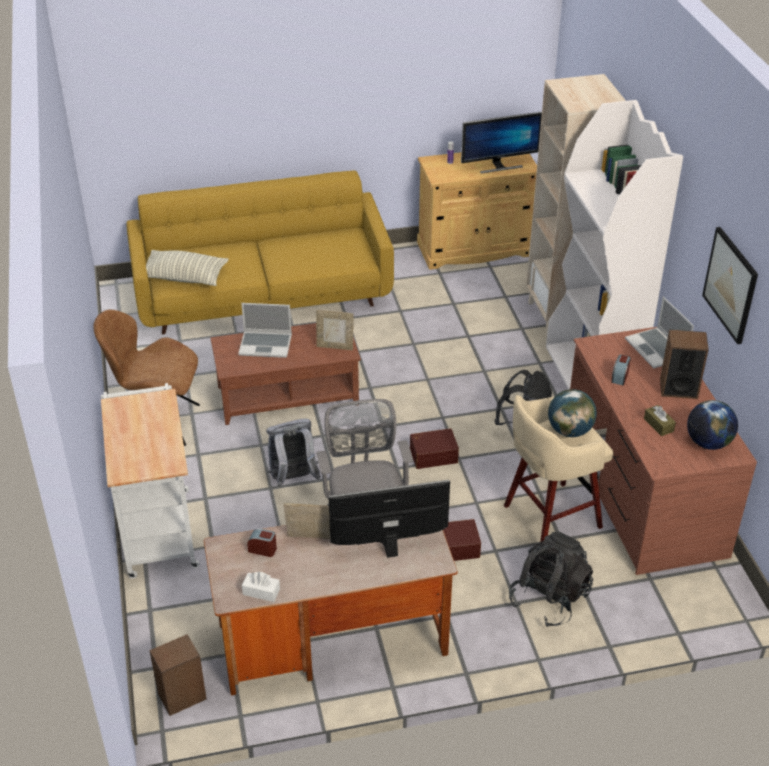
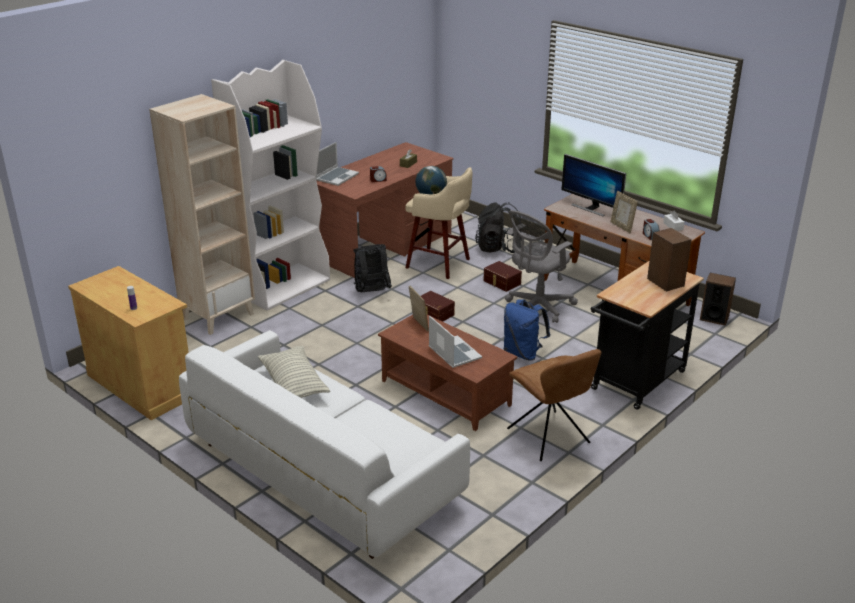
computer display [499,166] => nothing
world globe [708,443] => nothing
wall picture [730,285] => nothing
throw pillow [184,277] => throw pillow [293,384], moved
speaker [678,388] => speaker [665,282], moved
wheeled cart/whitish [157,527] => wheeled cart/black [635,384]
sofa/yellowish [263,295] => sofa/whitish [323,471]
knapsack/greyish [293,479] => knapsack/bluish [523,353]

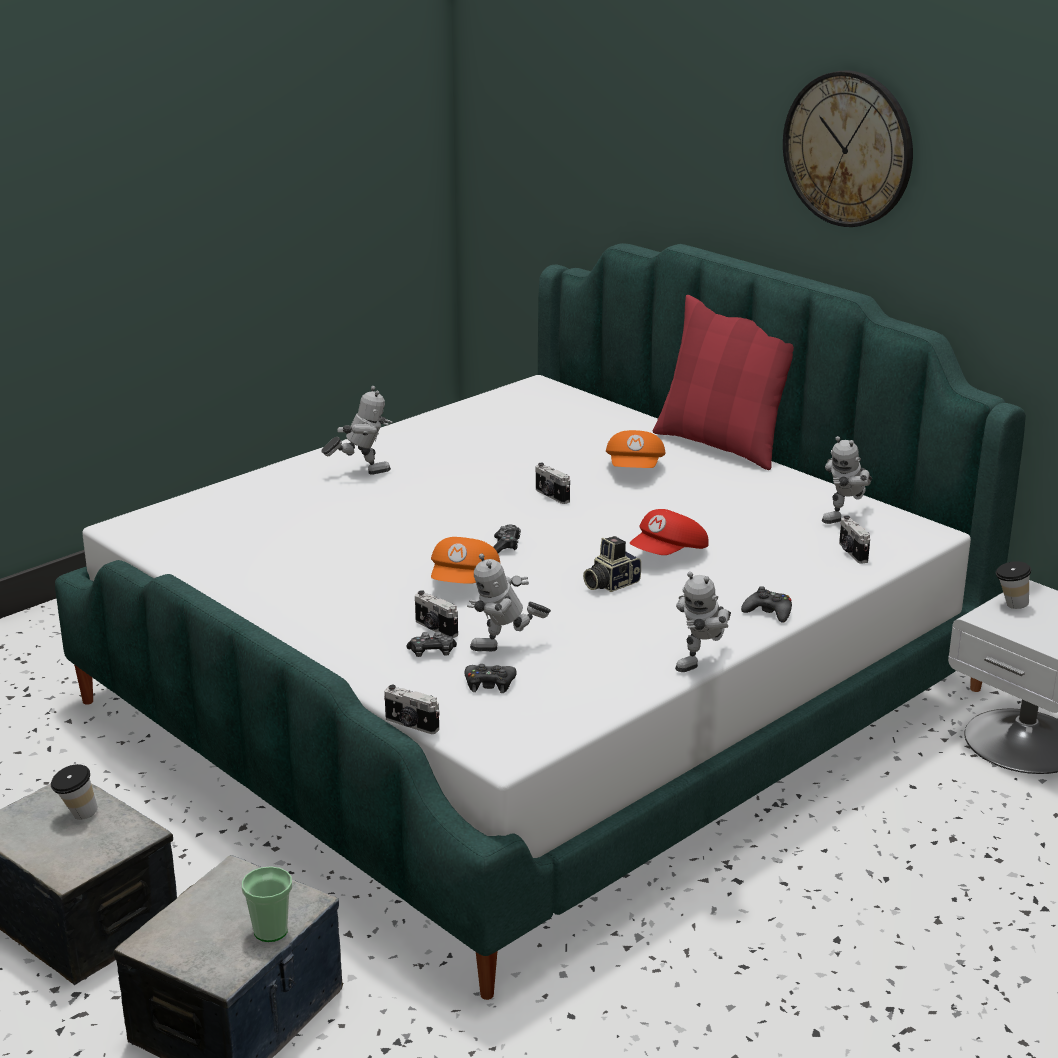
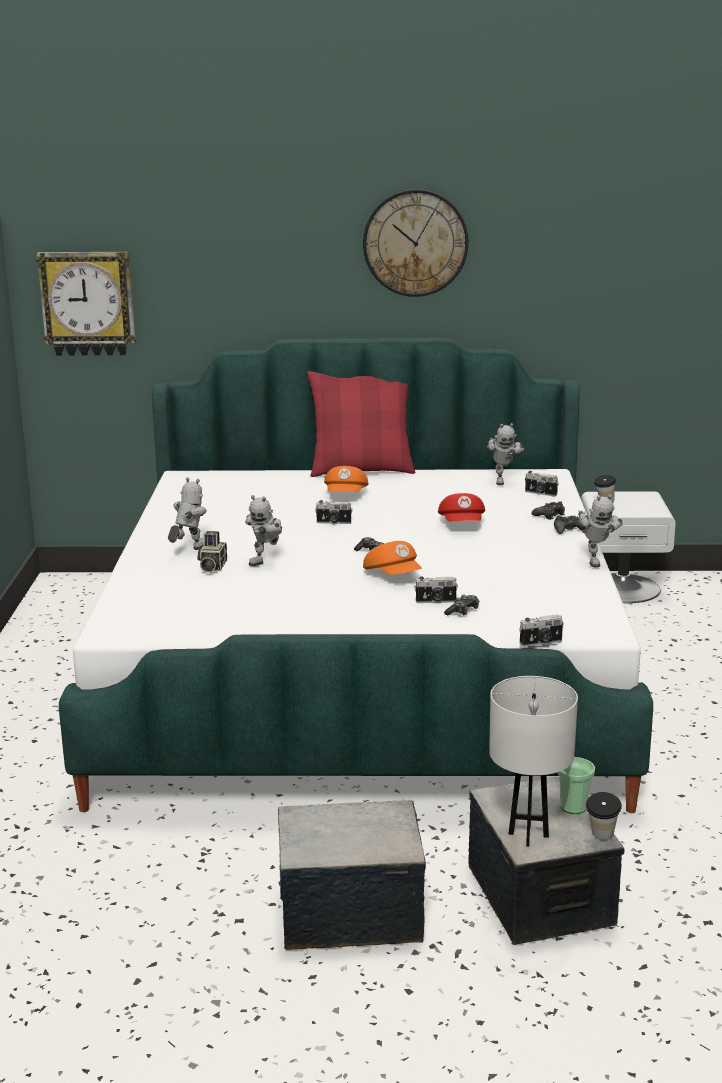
nothing => hanging clock [88,303]
nothing => table lamp/whitish [528,835]
cup [77,816] => cup [601,838], moved
joypad/black [489,684] => joypad/black [549,515], moved
robot figure [505,649] => robot figure [267,561], moved
still camera [610,583] => still camera [211,567], moved
cap/orange-coloured [635,470] => cap/orange-coloured [346,496], 45 degrees clockwise

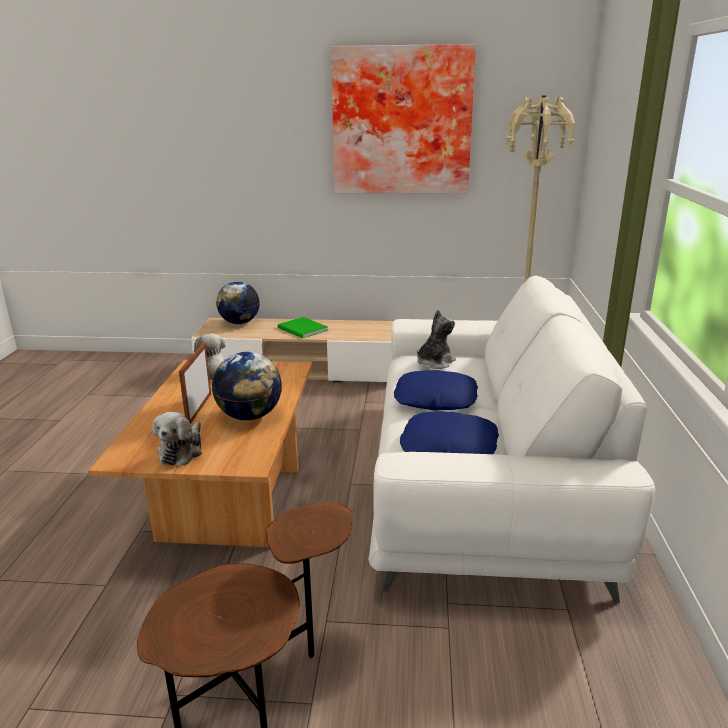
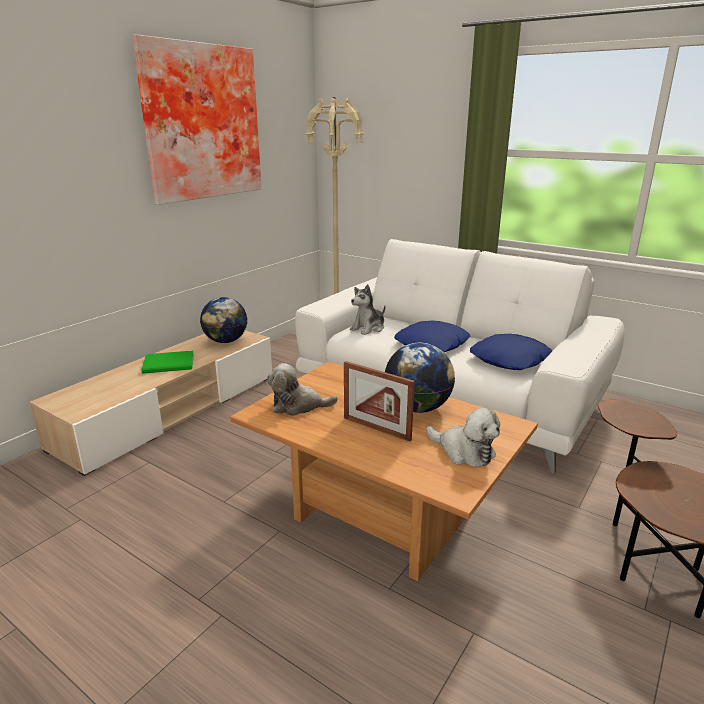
world globe [239,323] => world globe [225,341], moved
soft toy [434,362] => soft toy [368,328], 120 degrees counterclockwise

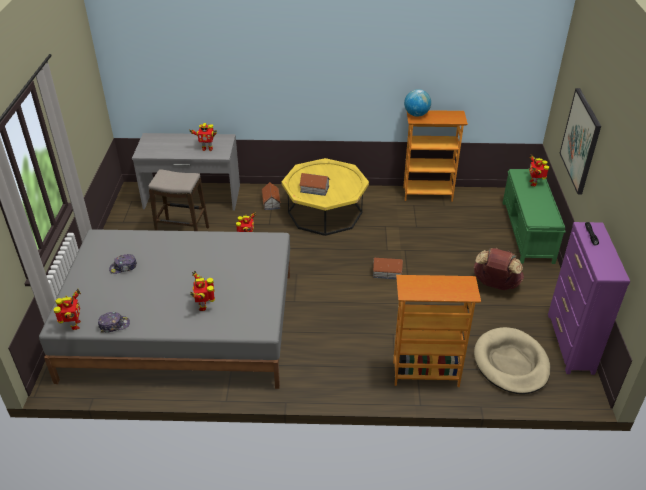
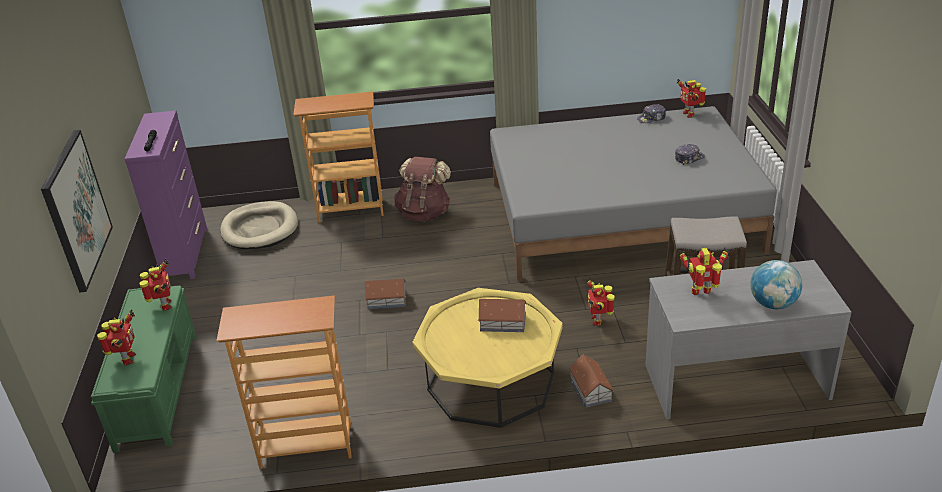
robot figure [204,306] => robot figure [165,306], moved
world globe [416,114] => world globe [773,304], moved
knapsack/brown [495,284] => knapsack/brown [424,213], moved

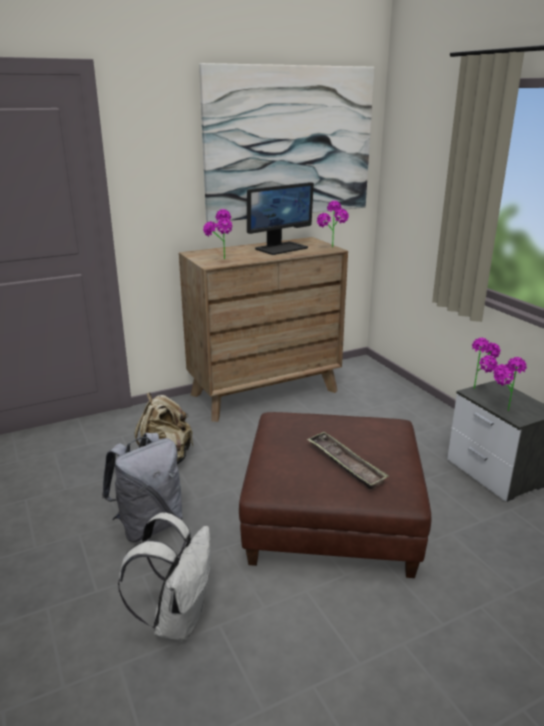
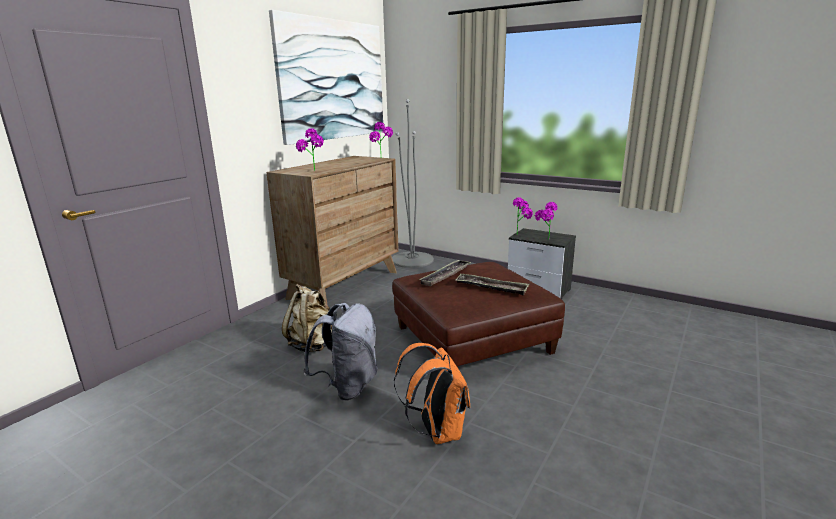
computer display [281,248] => nothing
nothing => standing lamp/greyish [412,260]
nothing => carrying tray [445,275]
knapsack/whitish [178,619] => knapsack/orange-coloured [437,431]

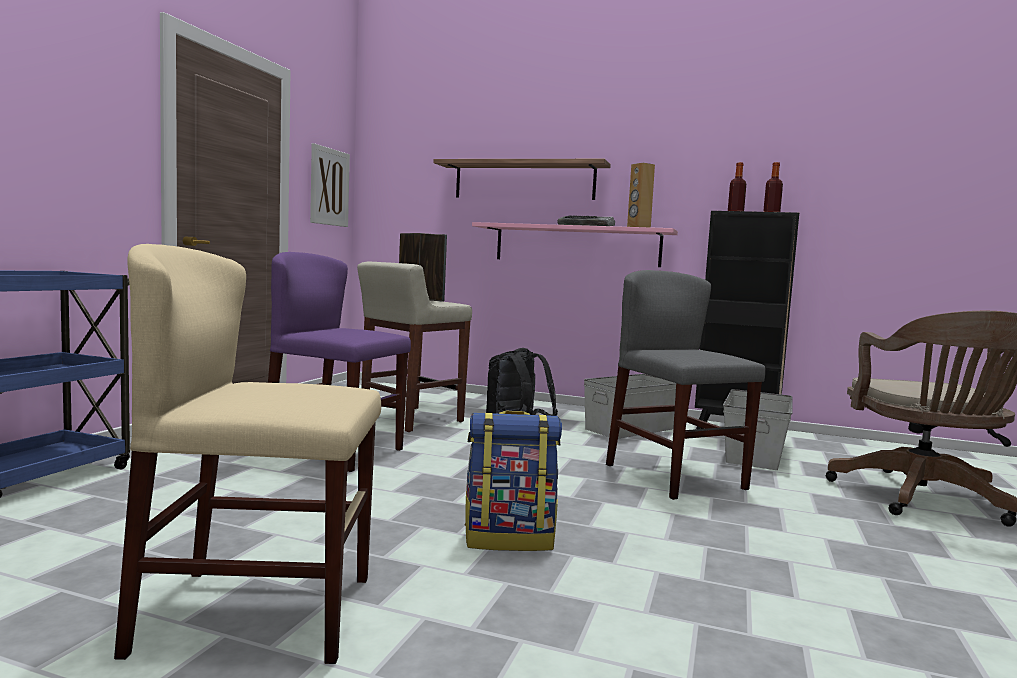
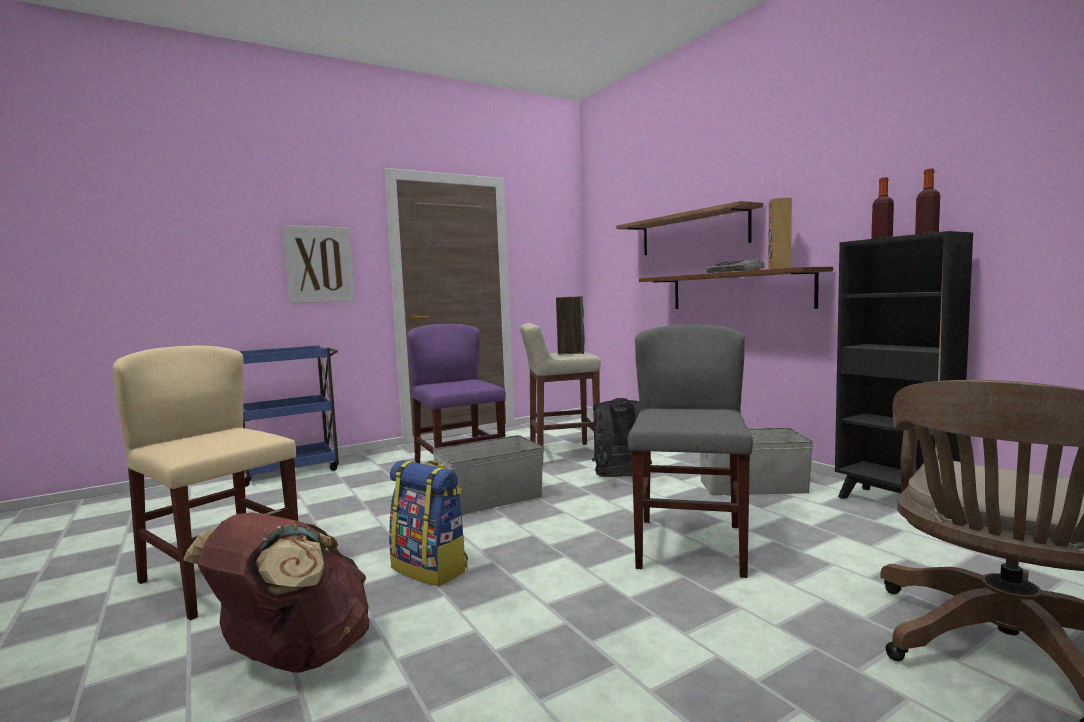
nothing => knapsack/brown [294,658]
wall picture [329,187] => wall picture [319,264], moved
storage box/greyish [753,453] => storage box/greyish [489,499], moved
shelf/pink-coloured [577,245] => shelf/brown [738,291]

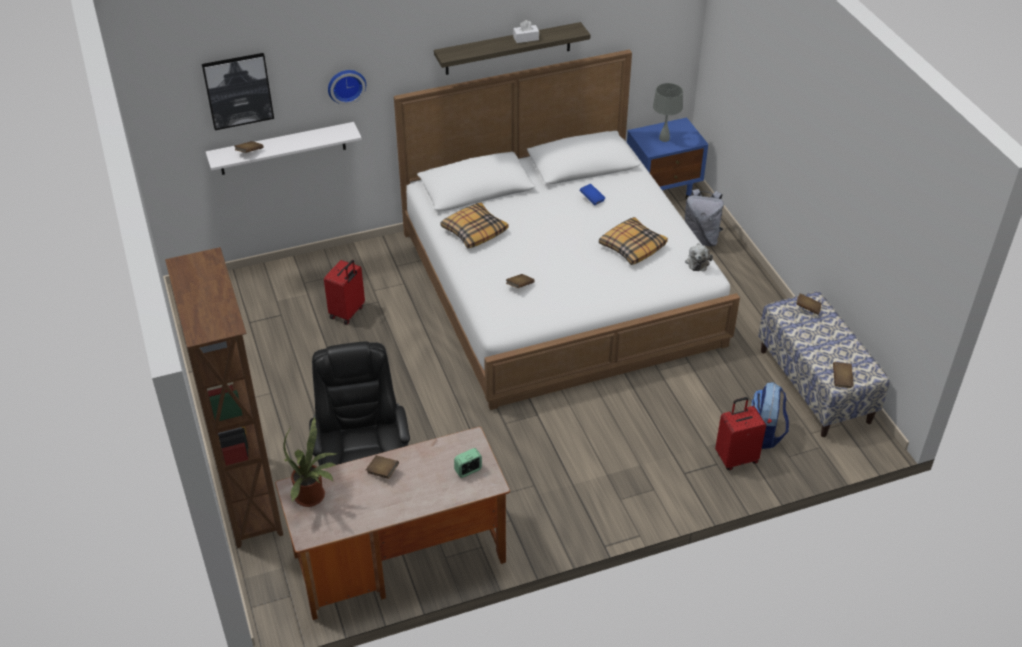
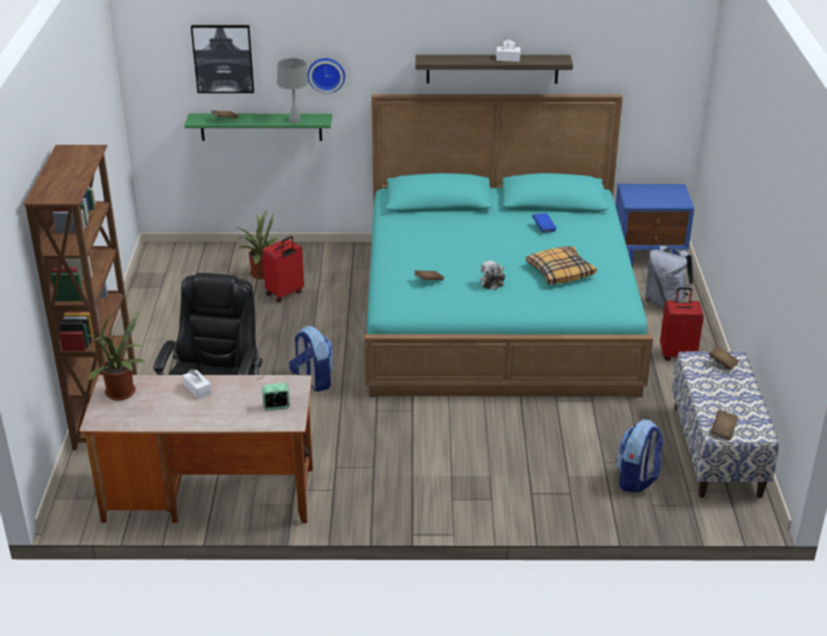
throw pillow [474,231] => nothing
nothing => plant in a pot [259,273]
nothing => knapsack [313,380]
table lamp/greyish [664,138] => table lamp/greyish [295,120], moved
soft toy [697,261] => soft toy [493,281], moved
travel case/red-coloured [736,458] => travel case/red-coloured [678,354], moved
bound book/brown [382,472] => box of tissues/whitish [197,389]
shelf/whitish [282,148] => shelf/green-coloured [261,127]
bedroom bed/whitish [559,286] => bedroom bed/blue-green [497,313]

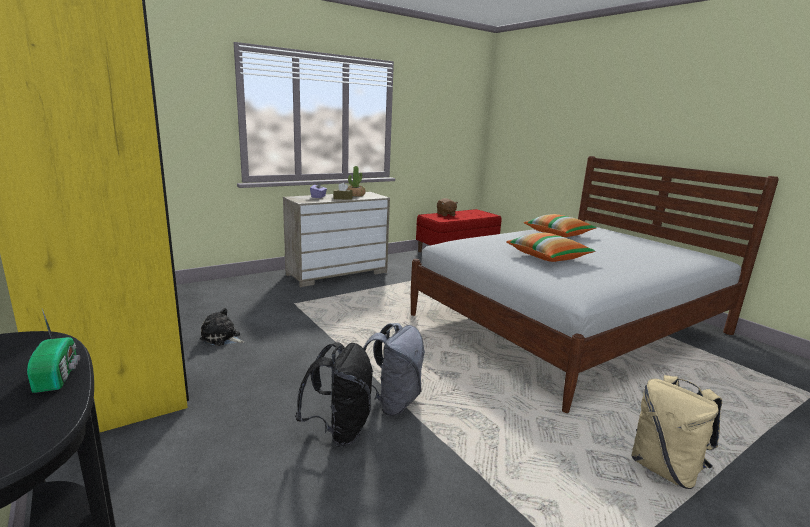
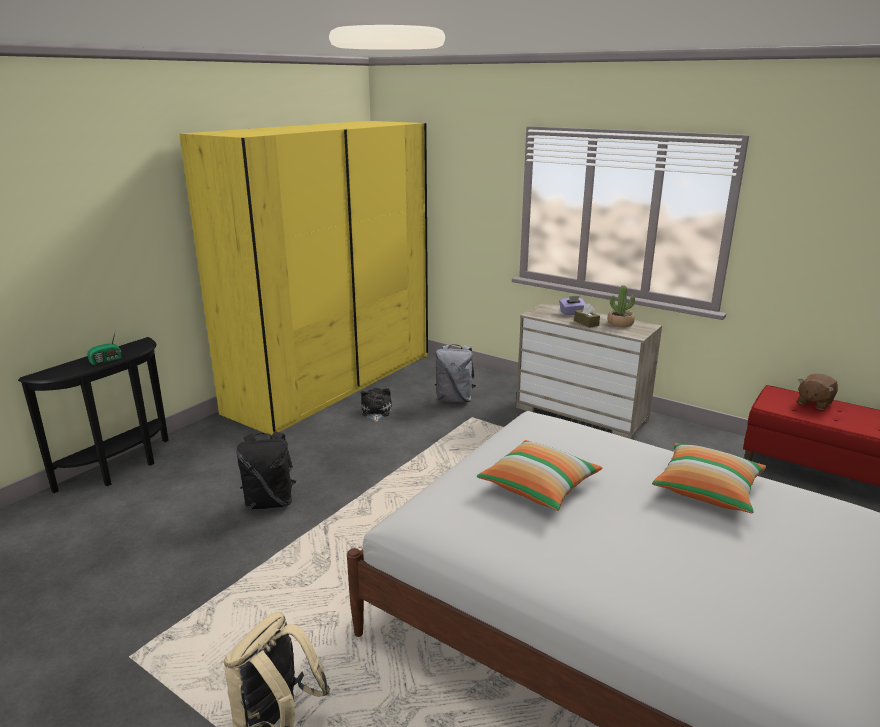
knapsack/greyish [392,403] => knapsack/greyish [454,399], moved

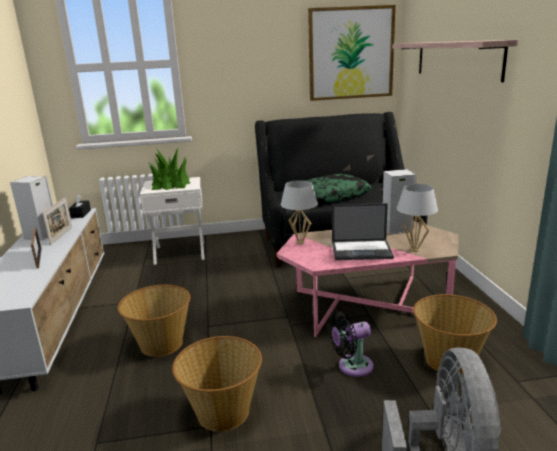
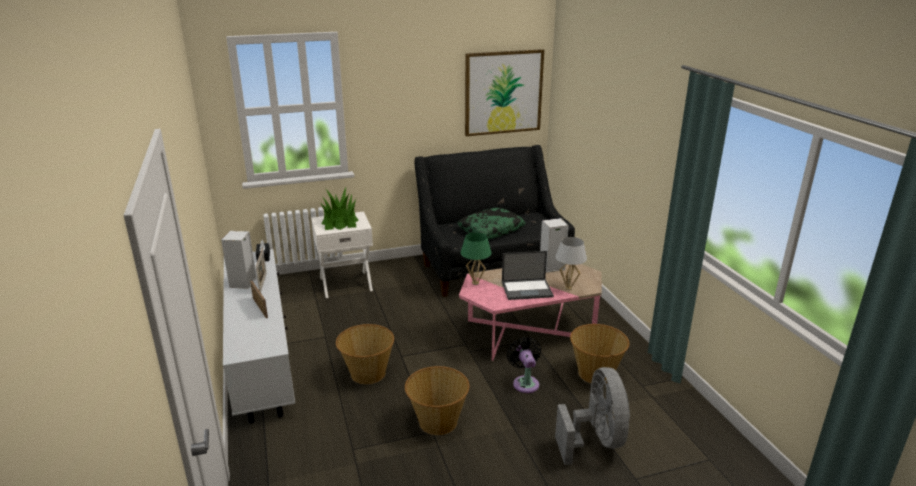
shelf [456,59] => nothing
table lamp/whitish [300,242] => table lamp/green-coloured [475,283]
cooling fan/black [352,366] => cooling fan/black [525,382], 105 degrees clockwise

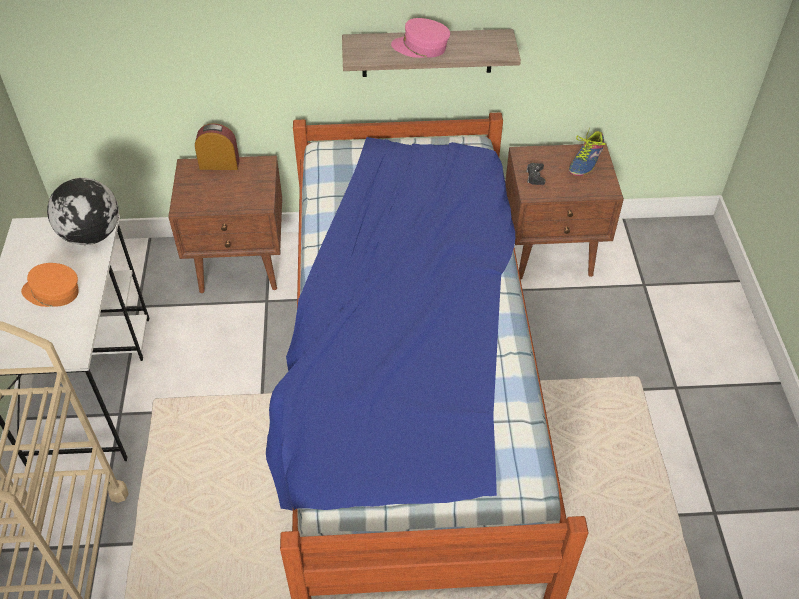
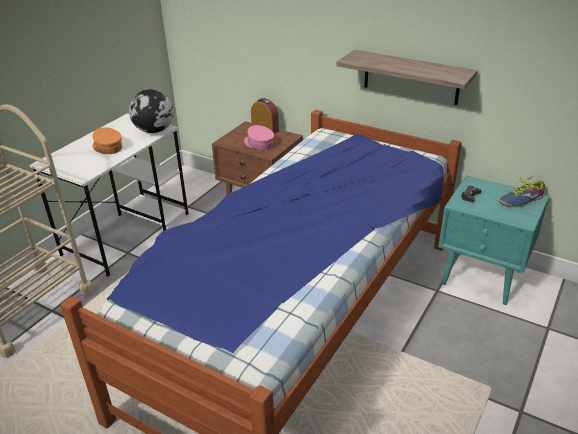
cap/pink-coloured [421,47] => cap/pink-coloured [259,144], moved
nightstand/brown [551,252] => nightstand/blue-green [482,278]

